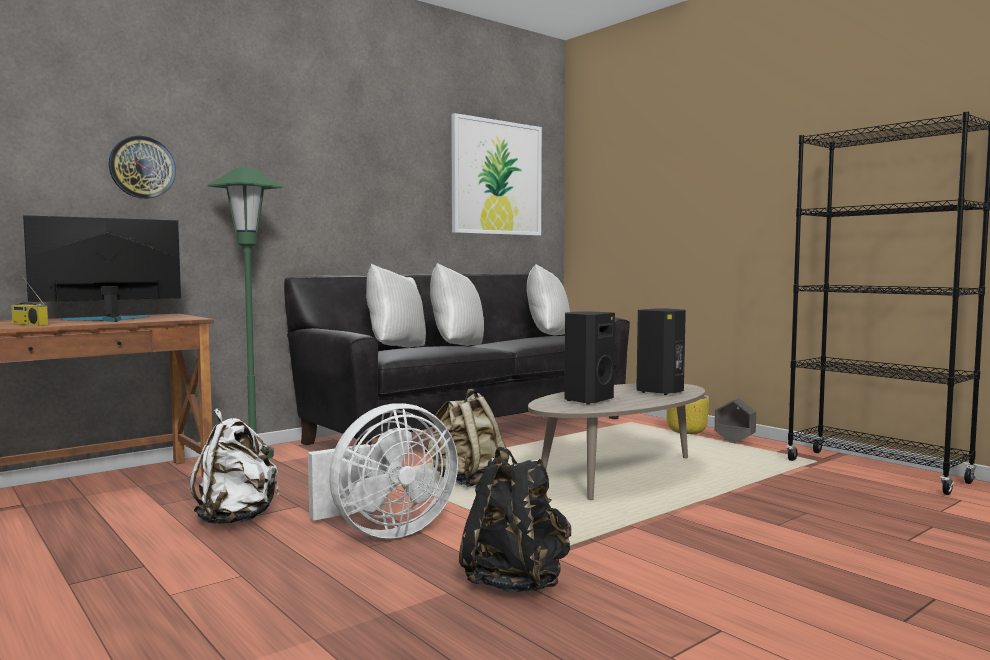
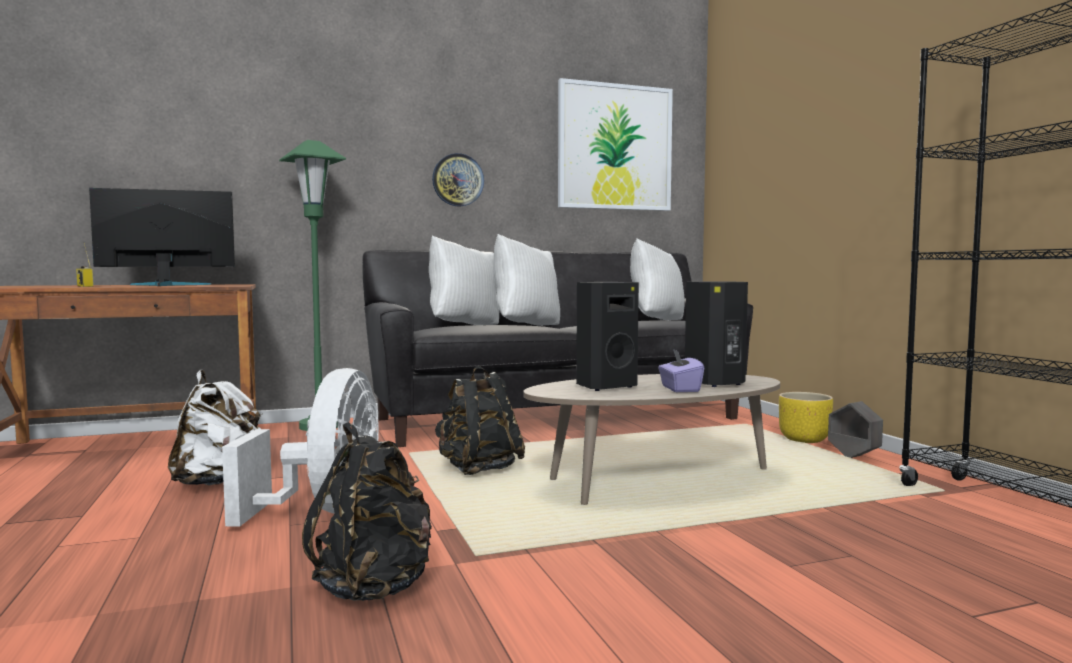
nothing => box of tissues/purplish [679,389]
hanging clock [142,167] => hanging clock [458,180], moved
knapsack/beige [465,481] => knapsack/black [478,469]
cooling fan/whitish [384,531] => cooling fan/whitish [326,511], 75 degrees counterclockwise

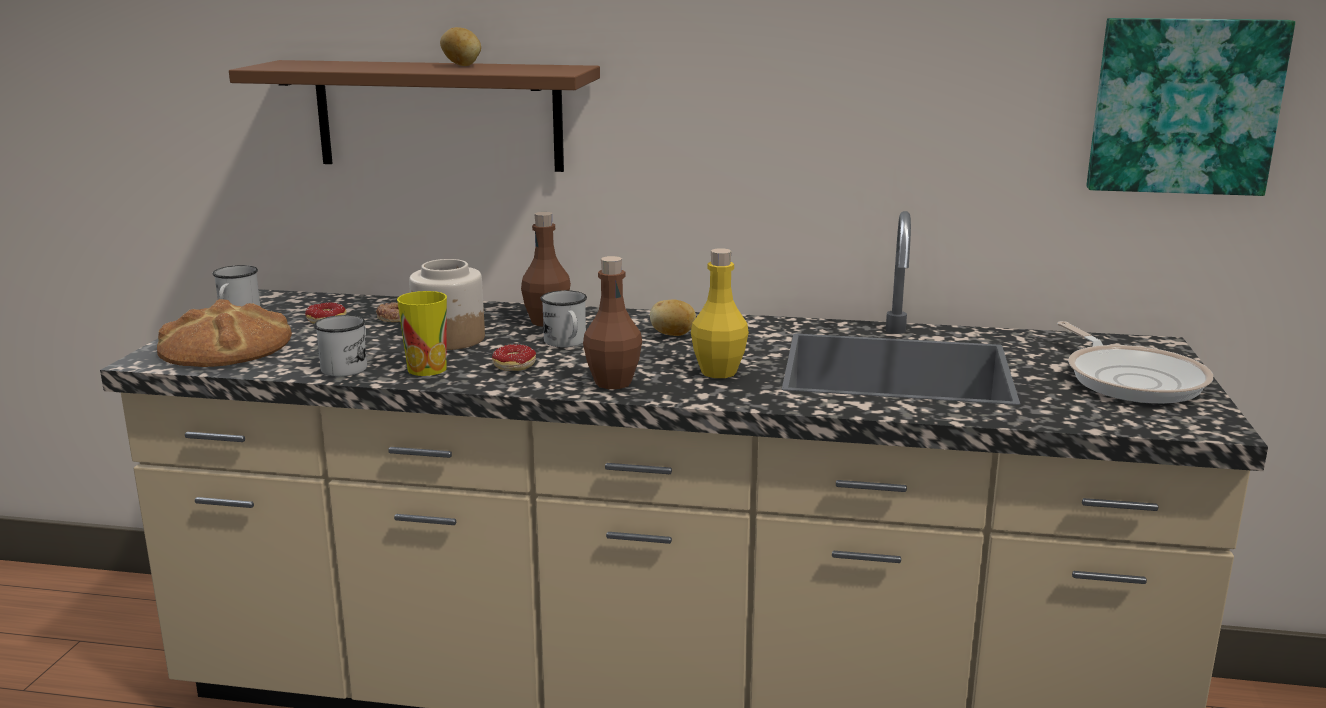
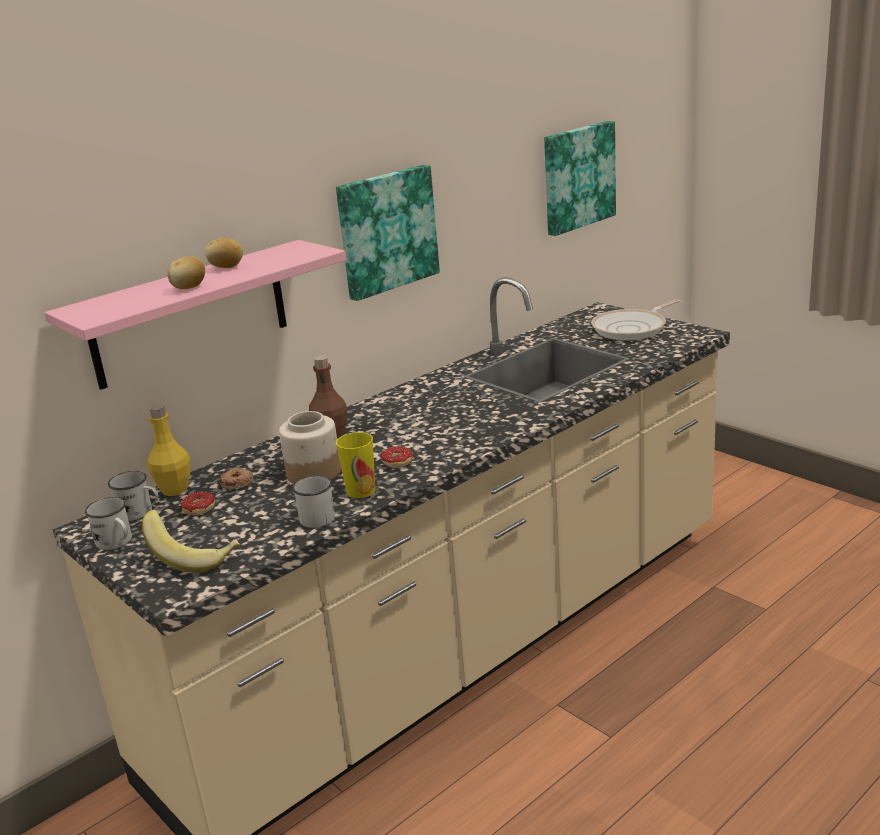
drink bottle/brown [613,383] => nothing
nothing => wall picture [386,231]
tea mug/whitish [567,343] => tea mug/whitish [140,513], moved
potato [673,335] => potato [189,288], moved
drink bottle/yellowish [718,372] => drink bottle/yellowish [174,490], moved
bakery bread [225,347] => whole banana [195,558]
shelf/brown [439,115] => shelf/pink-coloured [190,314]
skillet [1131,379] => skillet [632,328], 120 degrees clockwise

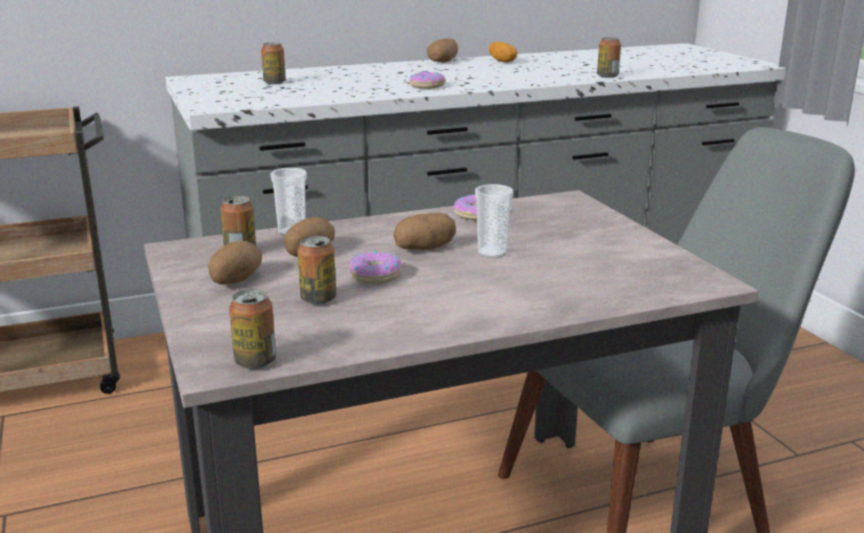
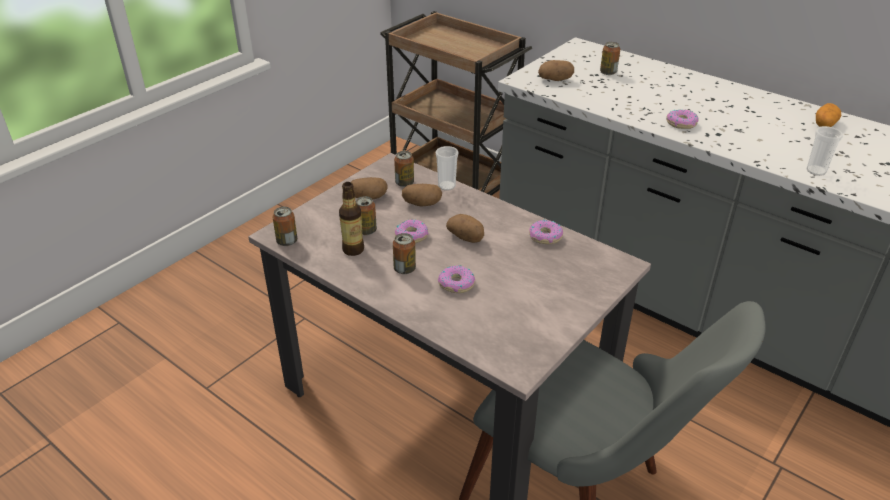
nothing => drink bottle [353,249]
nothing => ring doughnut [456,284]
potato [443,62] => potato [555,79], moved
cup [492,253] => cup [816,171], moved
sealed can [607,76] => sealed can [404,269], moved

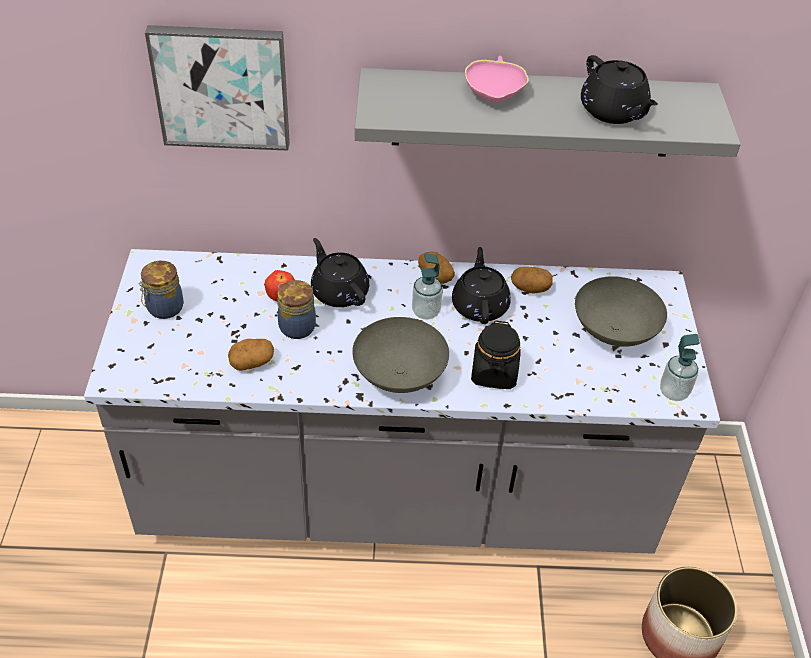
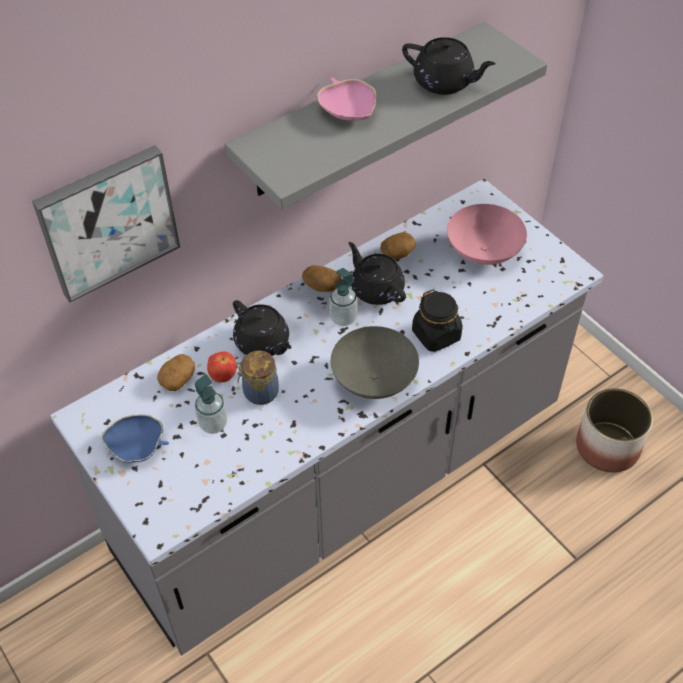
potato [252,362] => potato [177,379], moved
soap bottle [673,392] => soap bottle [213,424], moved
storage jar [164,308] => bowl/bluish [137,446]
bowl/greyish [615,332] => bowl/pink-coloured [484,252]
pot for tea/black [339,291] => pot for tea/black [263,343], 150 degrees counterclockwise

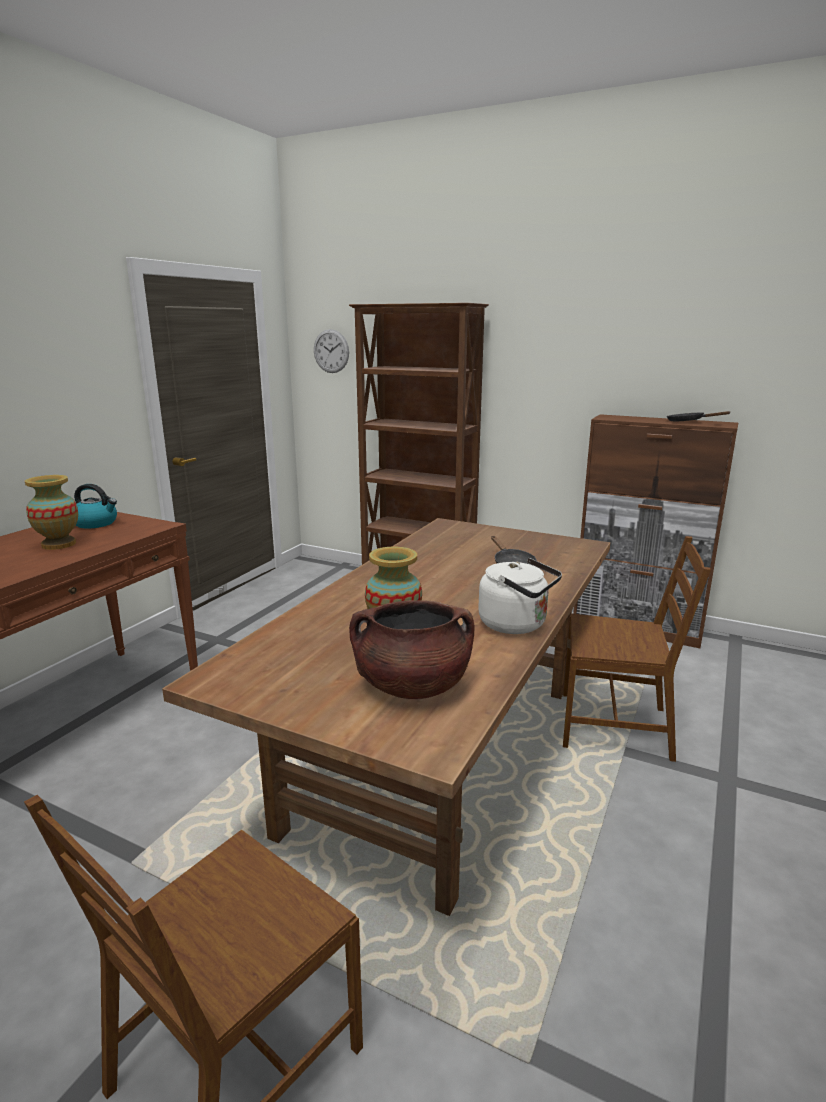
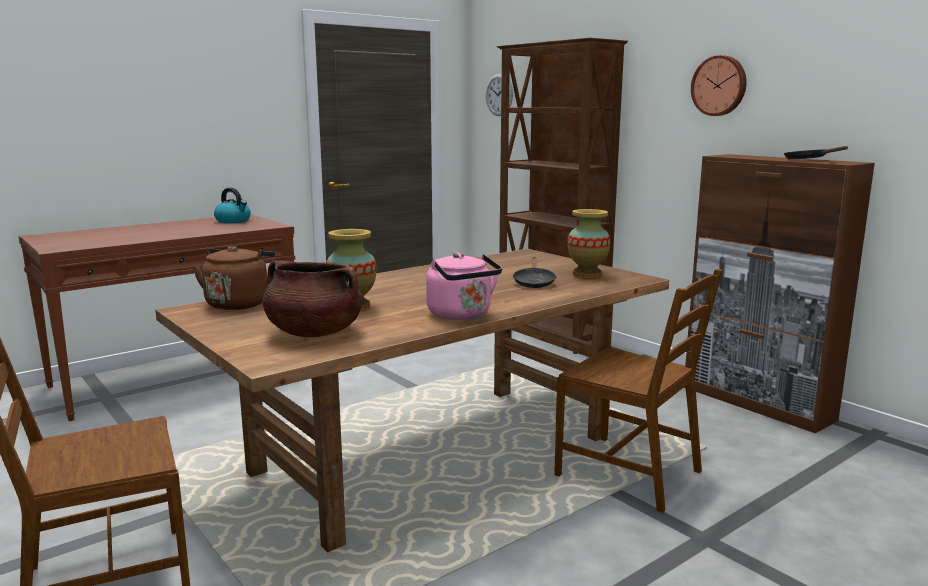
nothing => kettle/brown [238,303]
nothing => hanging clock [719,86]
decorative vase [58,544] => decorative vase [587,274], moved
kettle/whitish [516,625] => kettle/pink-coloured [462,315]

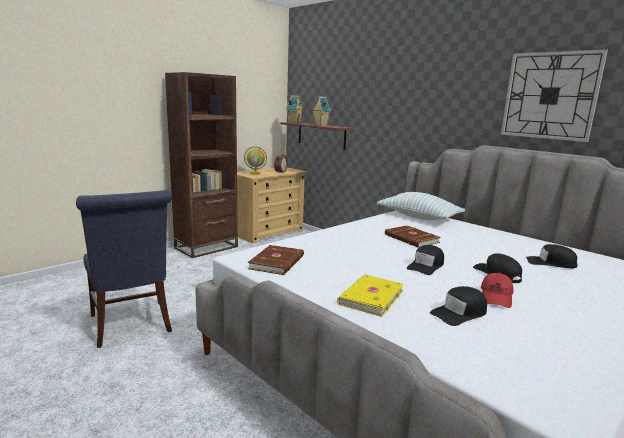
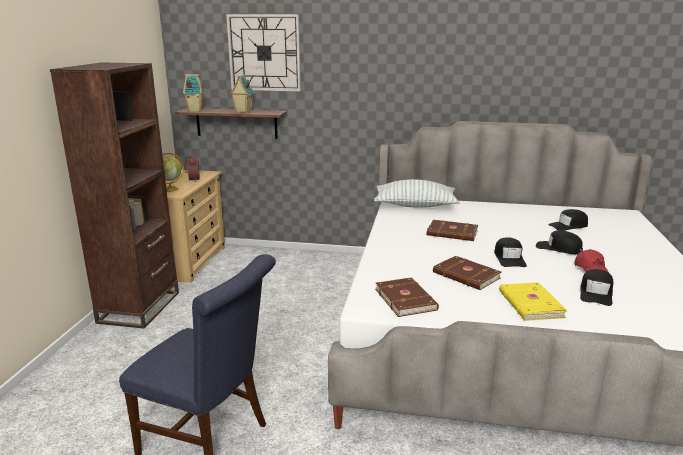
nothing => bound book/brown [466,276]
hanging clock [550,96] => hanging clock [264,53], moved

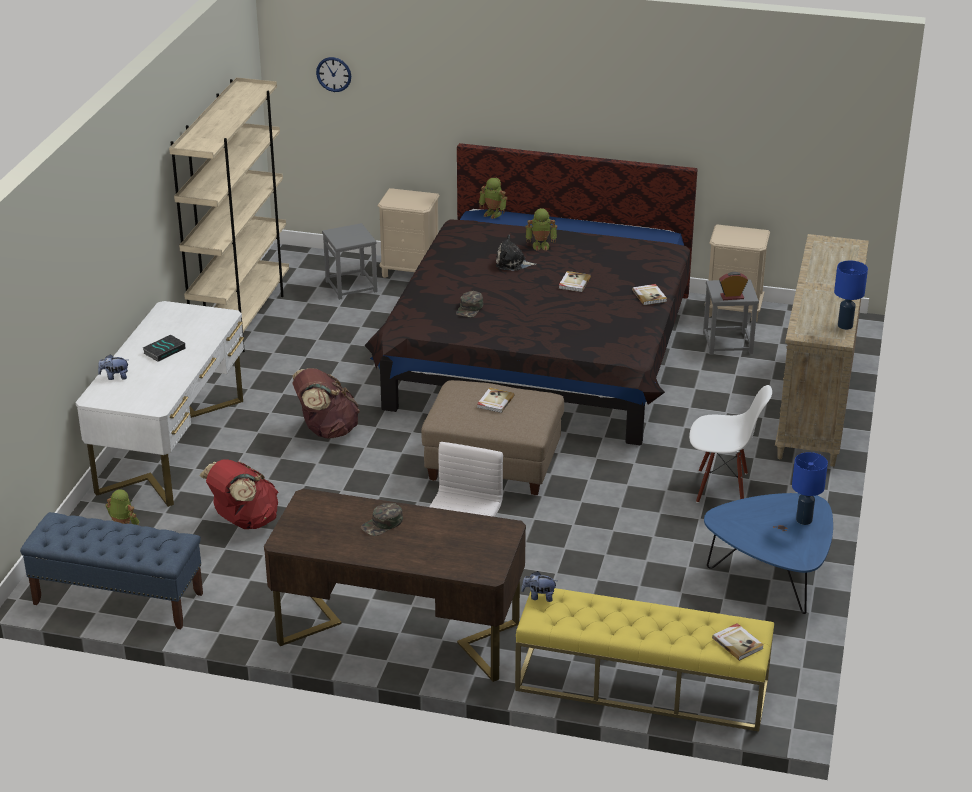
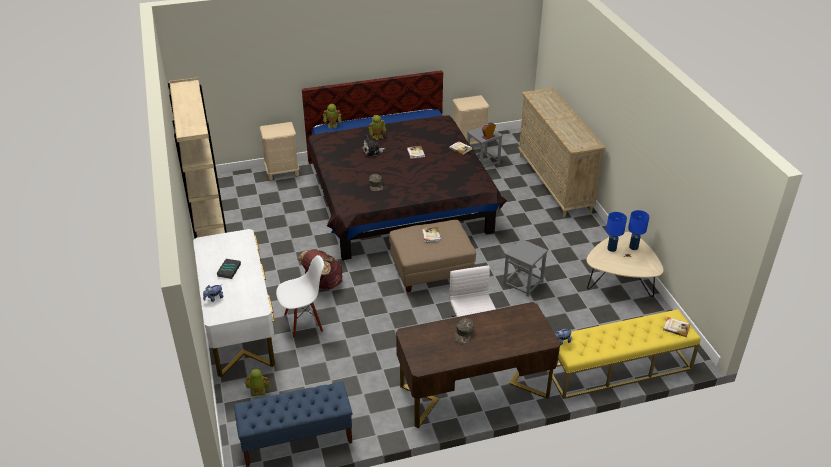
knapsack/red-coloured [244,521] => nothing
hanging clock [334,74] => nothing
sitting stool/greyish [351,286] => sitting stool/greyish [523,283], moved
plain chair/whitish [722,488] => plain chair/whitish [304,322], moved
table lamp/bluish [844,325] => table lamp/bluish [611,249], moved
coffee table/bluish [771,577] => coffee table/beige [620,283]

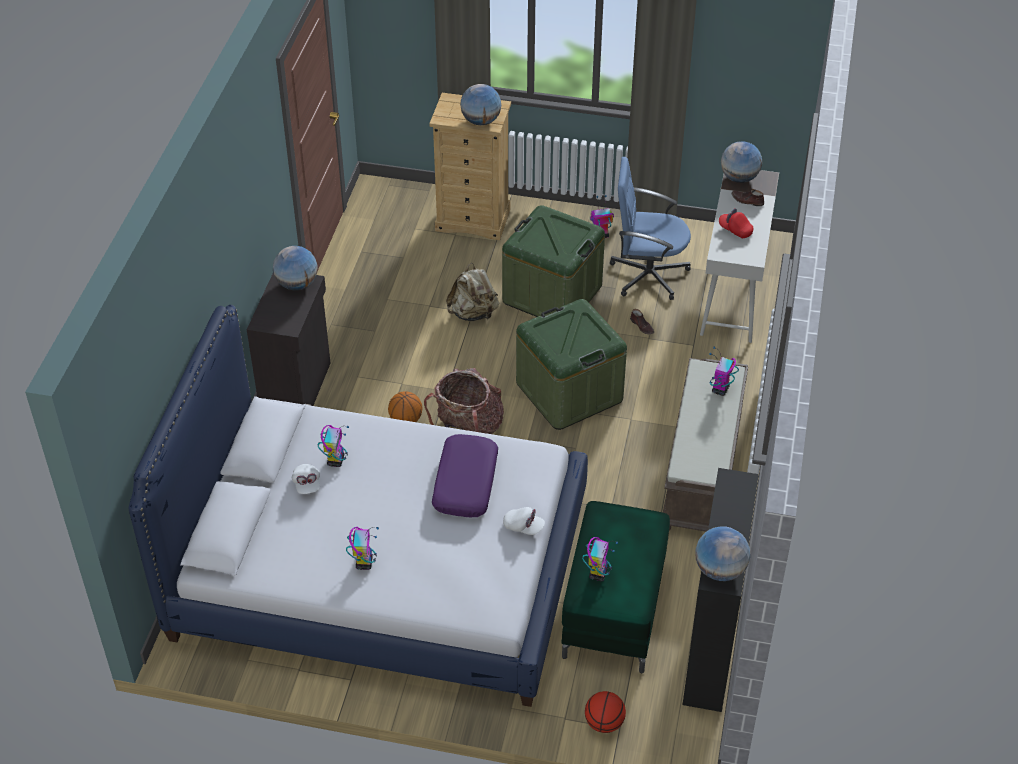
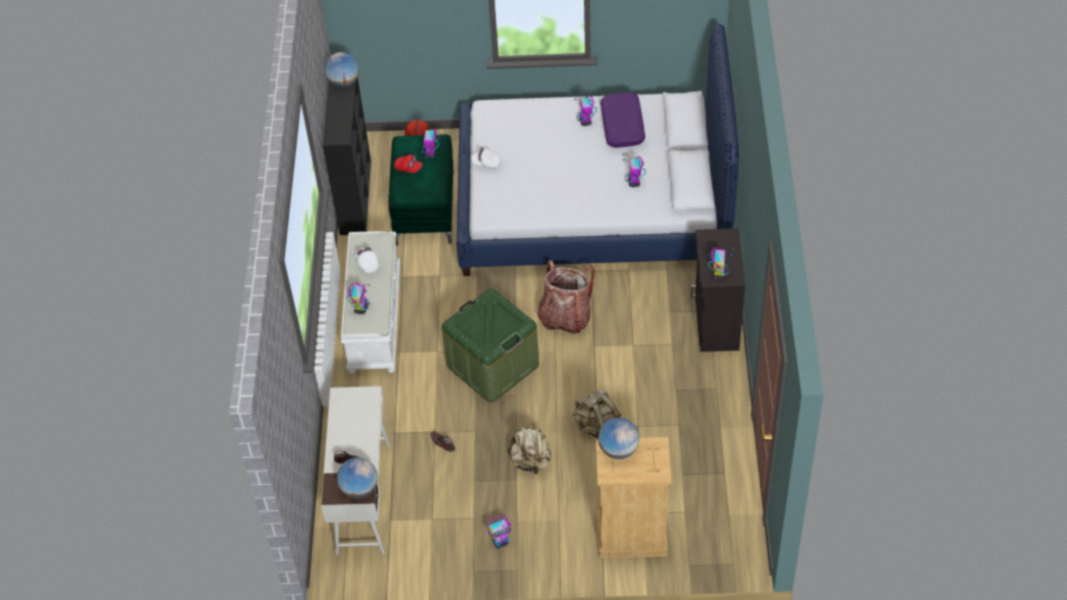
basketball ball [406,420] => nothing
computer chair/bluish [647,274] => nothing
cap/whitish [307,484] => cap/whitish [367,264], moved
throw pillow/purplish [465,482] => throw pillow/purplish [623,125], moved
cap/red-coloured [735,230] => cap/red-coloured [408,168], moved
world globe [297,284] => robot figure [719,274]
storage box/green-coloured [552,294] => knapsack/beige [531,461]
long seat/brown [703,471] => long seat/whitish [374,318]

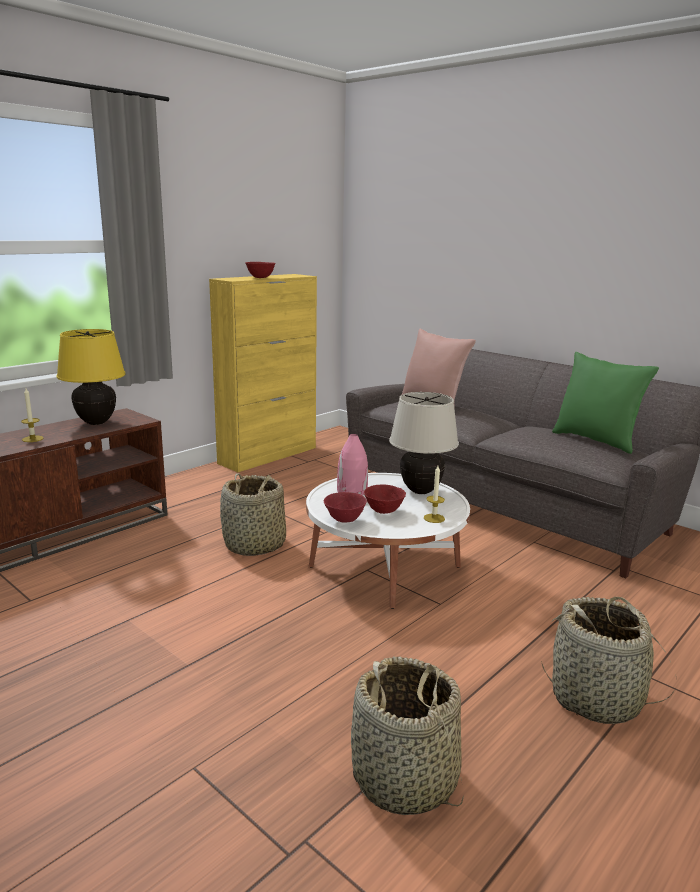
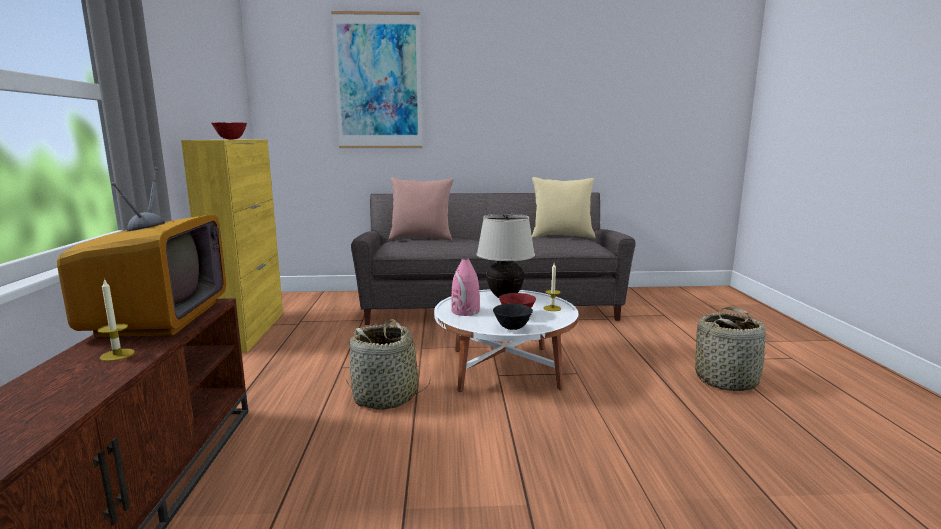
household basket [405,779] => nothing
nothing => wall picture [378,82]
table lamp/yellowish [96,422] => TV [159,318]
bowl/red-coloured [344,520] => bowl/black [512,328]
throw pillow/green-coloured [596,440] => throw pillow/beige [562,236]

